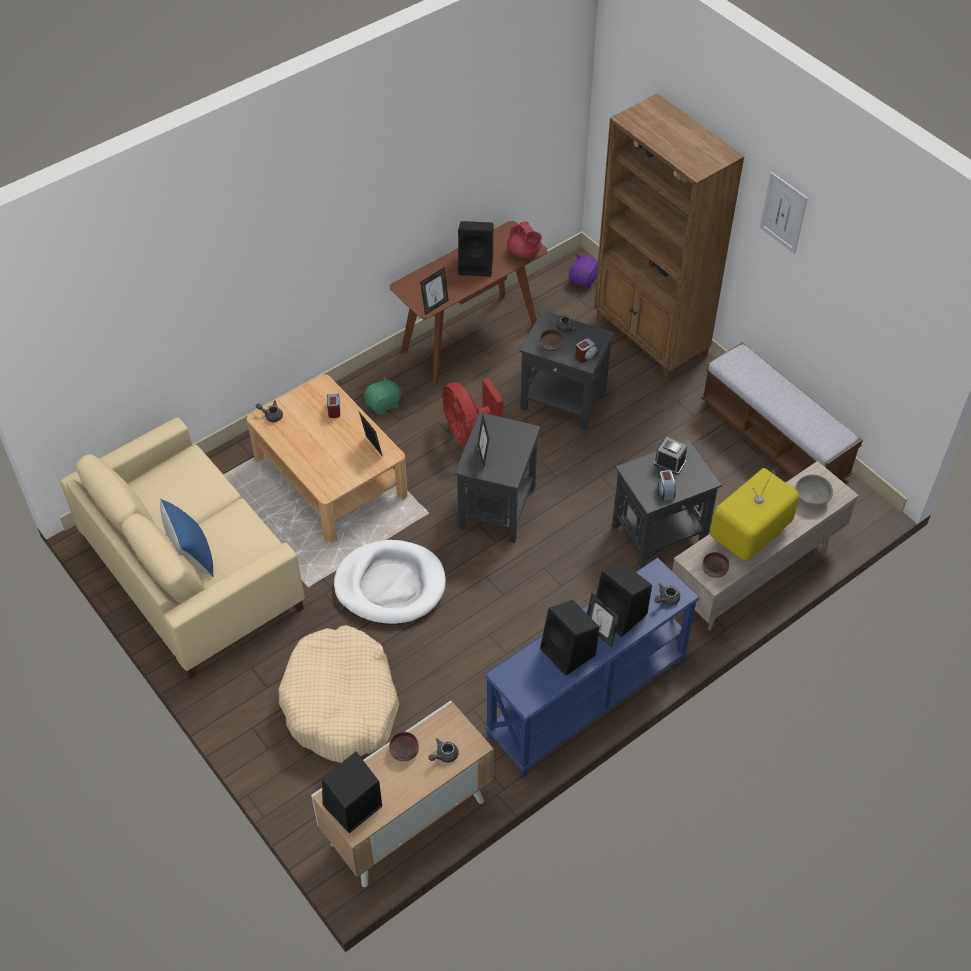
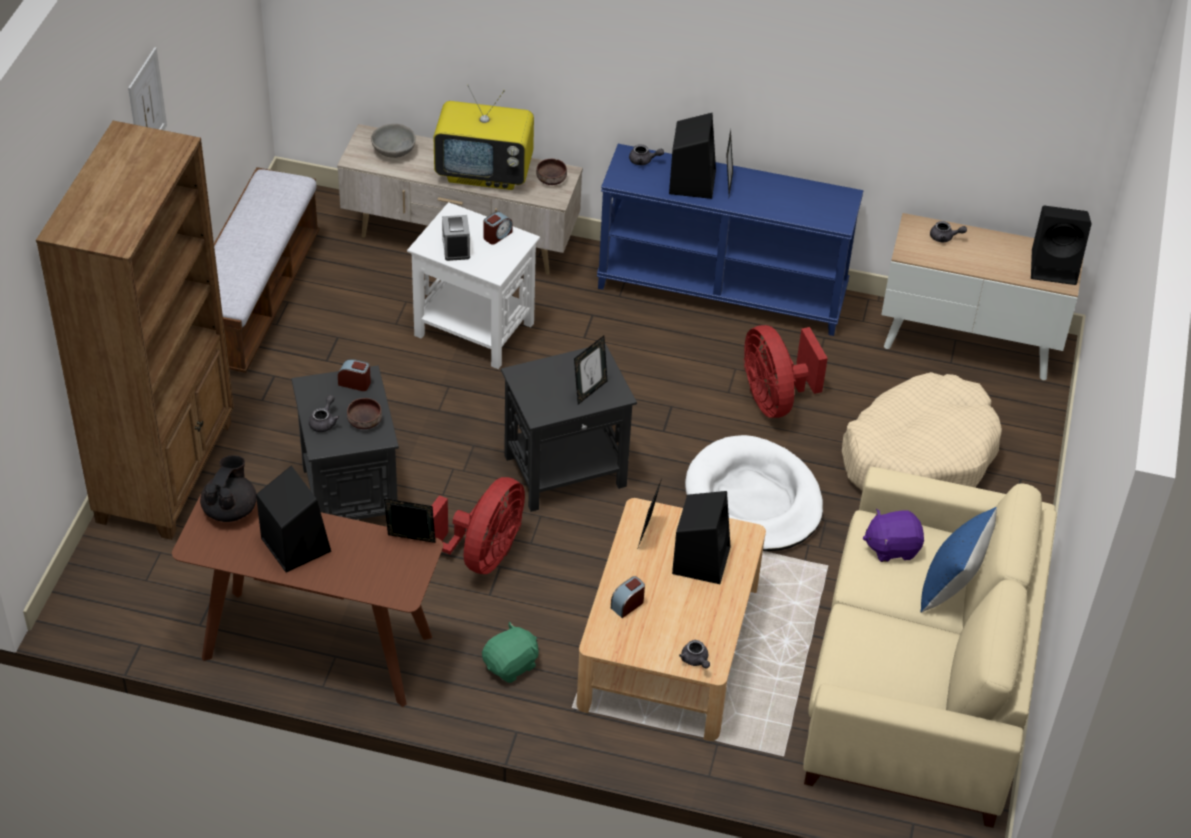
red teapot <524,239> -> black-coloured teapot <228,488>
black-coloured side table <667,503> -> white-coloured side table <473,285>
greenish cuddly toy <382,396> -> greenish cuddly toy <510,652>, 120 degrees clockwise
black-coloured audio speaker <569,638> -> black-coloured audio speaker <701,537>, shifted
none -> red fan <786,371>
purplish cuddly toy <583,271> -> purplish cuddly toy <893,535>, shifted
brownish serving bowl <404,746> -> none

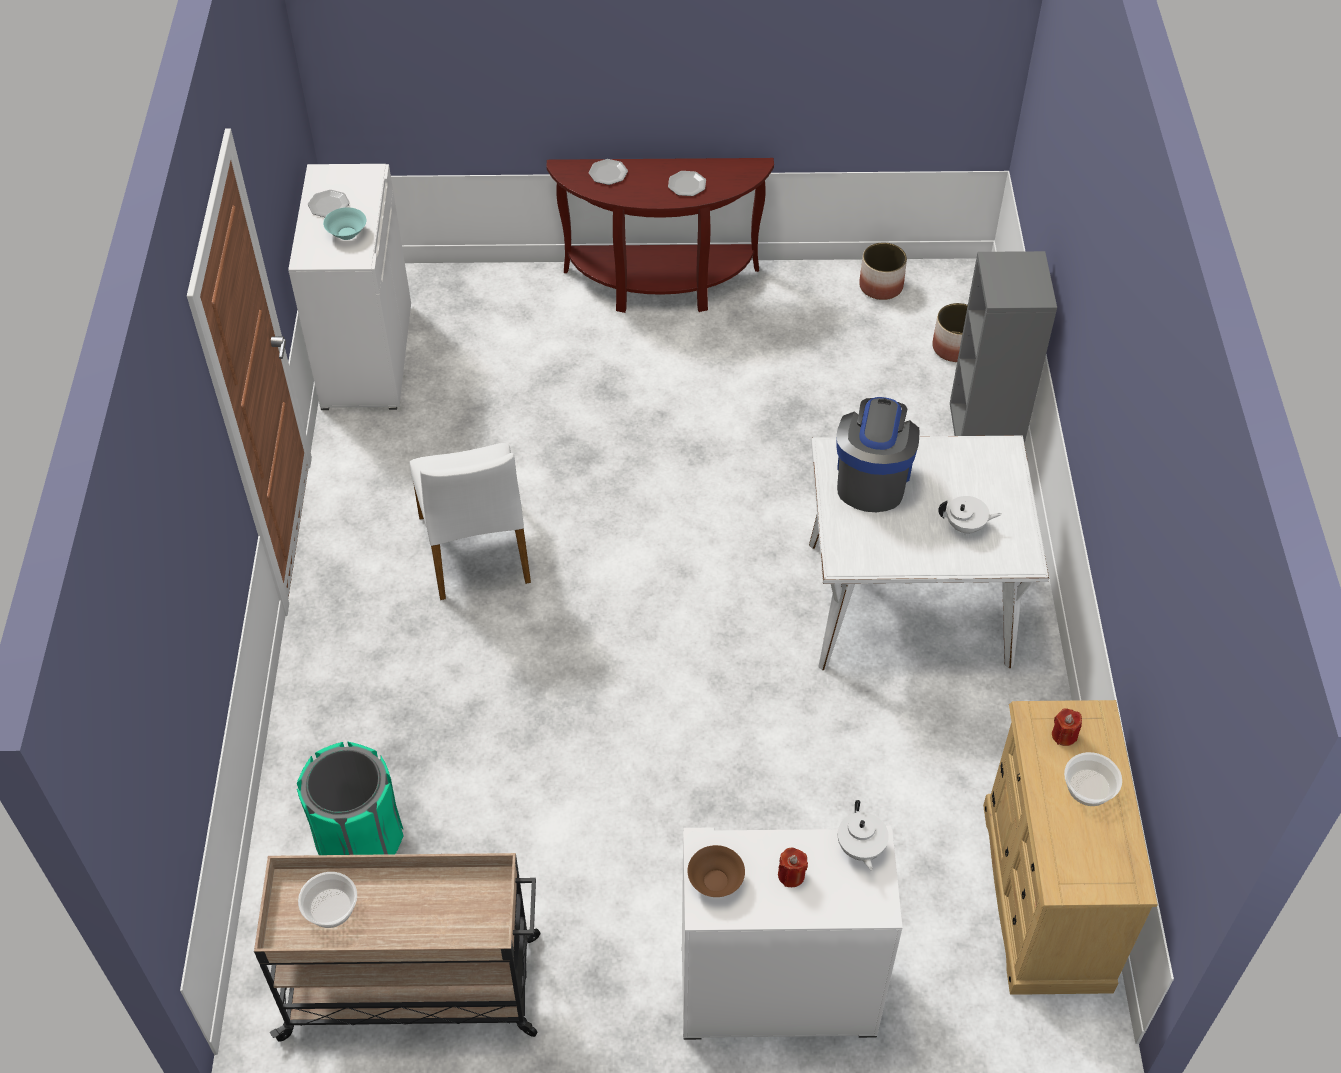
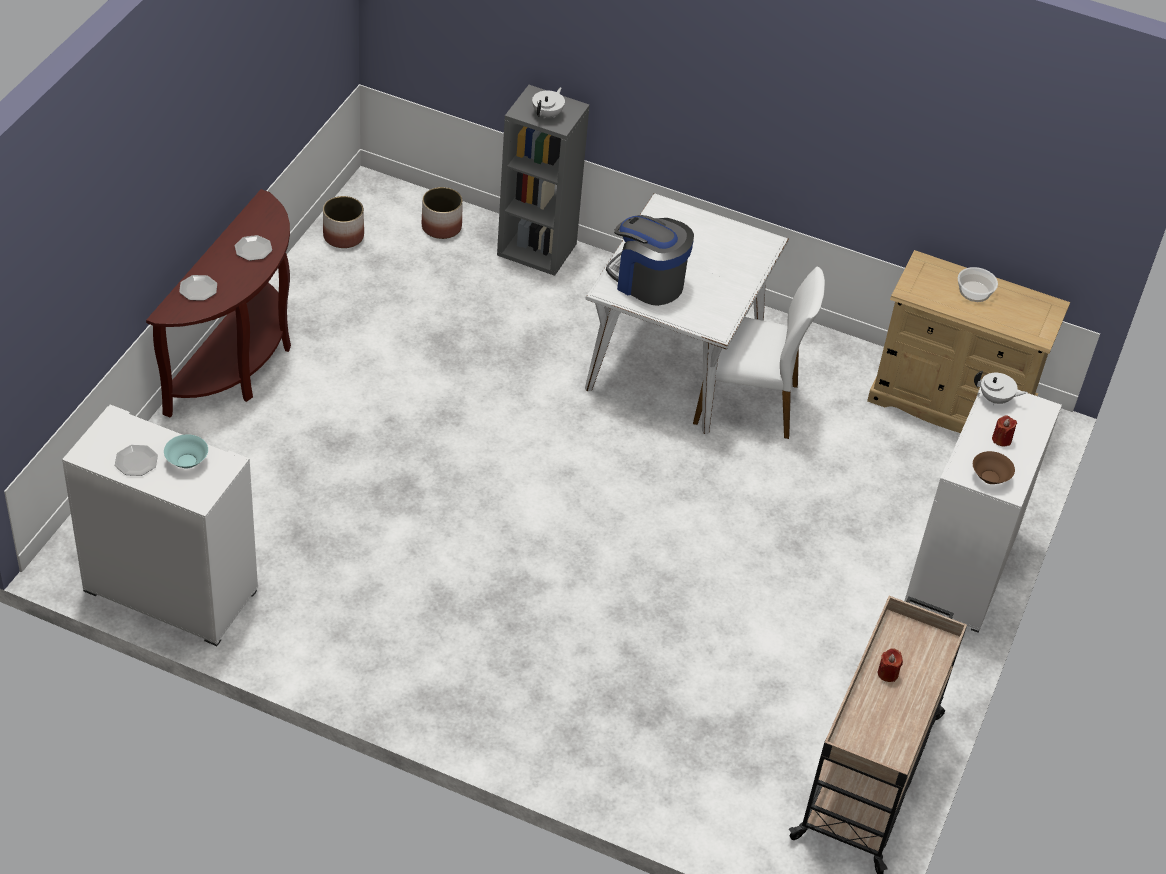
white-coloured teapot <970,515> -> white-coloured teapot <548,102>, shifted
white-coloured chair <470,521> -> white-coloured chair <759,353>, shifted
red wax candle <1067,727> -> red wax candle <890,665>, shifted
greenish rubbish bin <350,798> -> none
serving bowl <327,900> -> none

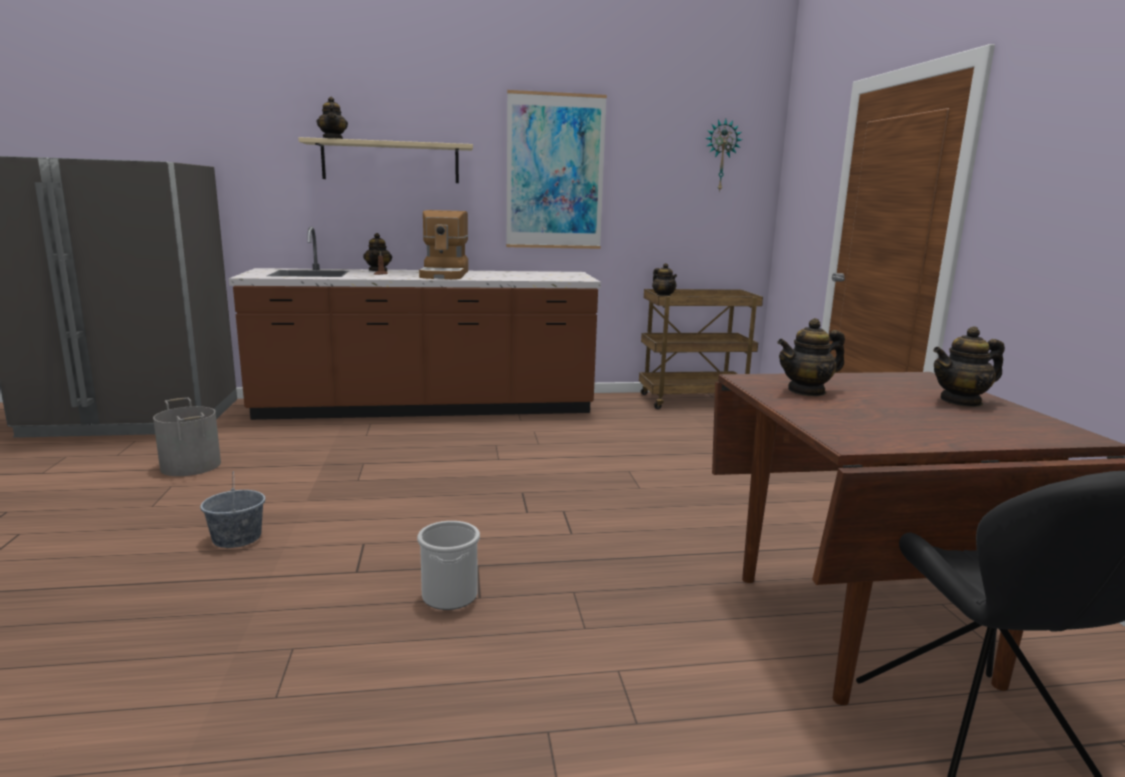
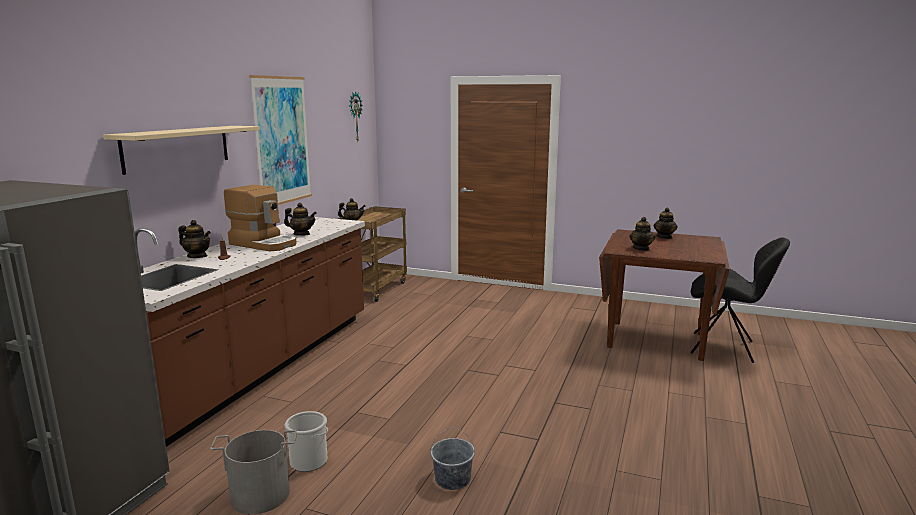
teapot <332,118> -> teapot <300,219>, shifted
water bucket <448,565> -> water bucket <306,441>, shifted

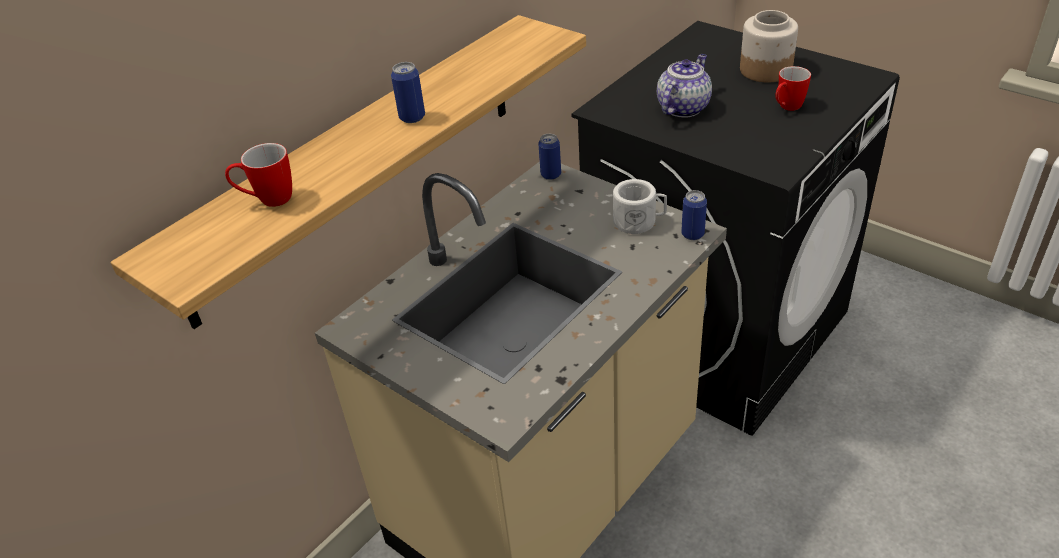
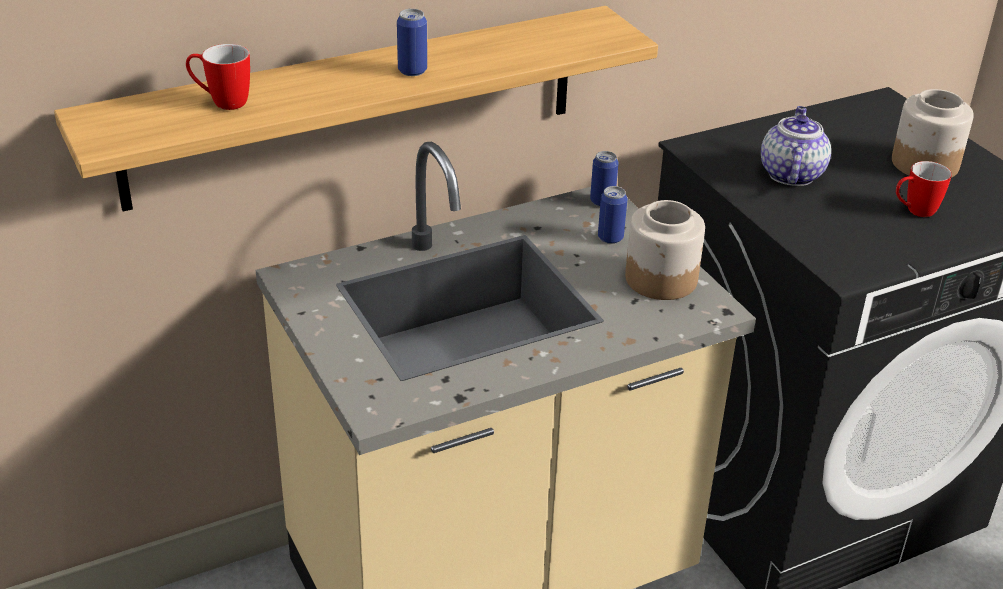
metal can <694,215> -> metal can <612,215>, shifted
white-coloured tea mug <640,206> -> preserve jar <665,250>
teapot <684,86> -> teapot <796,146>, 45 degrees counterclockwise

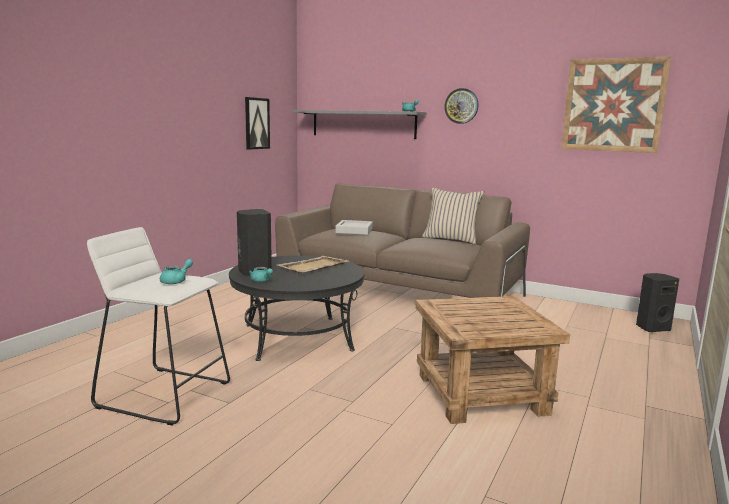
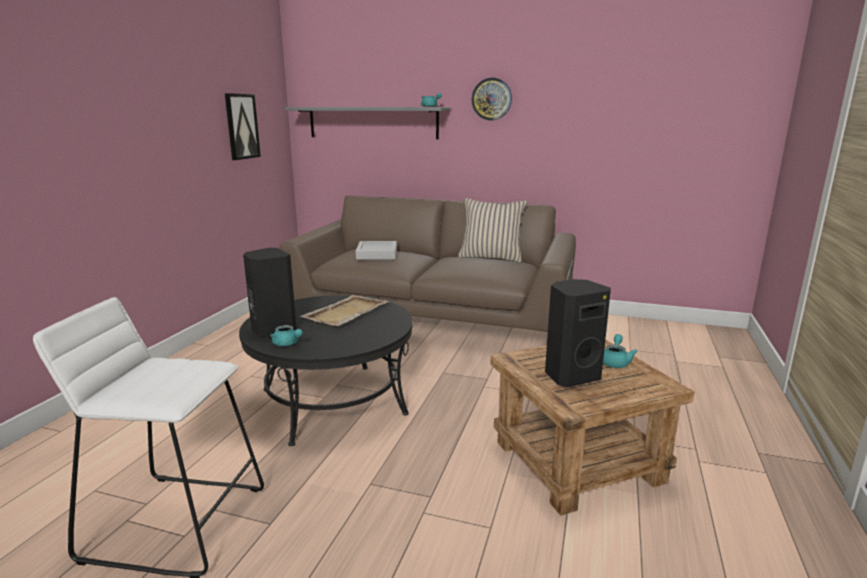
black-coloured audio speaker <657,302> -> black-coloured audio speaker <578,333>, shifted
turquoise-coloured teapot <176,271> -> turquoise-coloured teapot <620,351>, shifted
picture <616,105> -> none

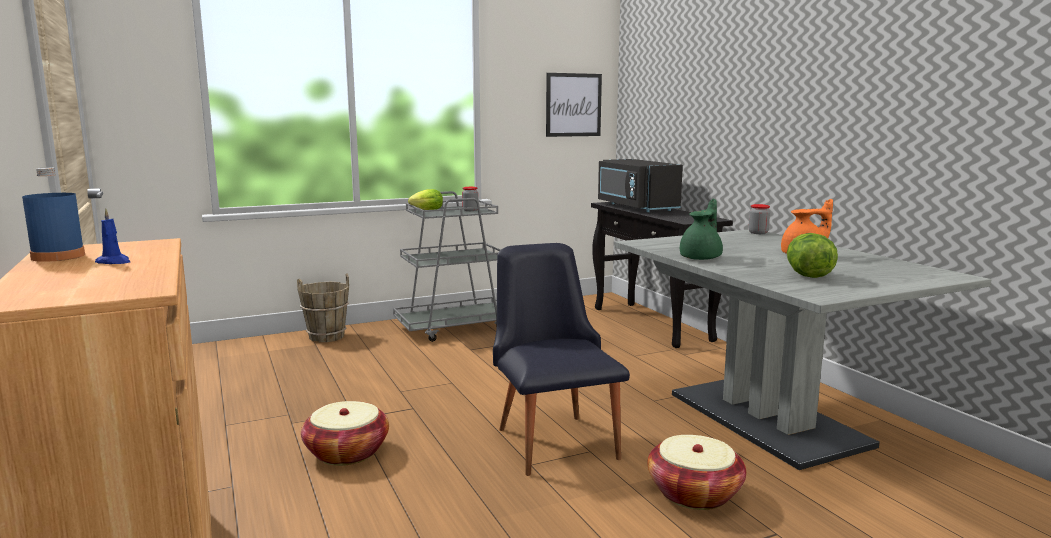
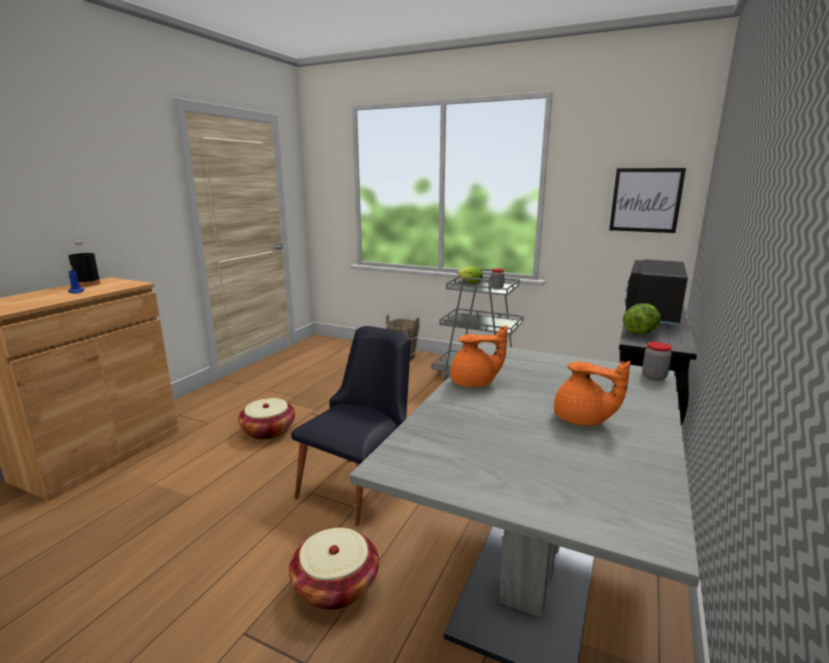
bluish bottle <53,215> -> black-coloured bottle <84,264>
greenish teapot <701,229> -> orangey teapot <479,356>
lettuce head <812,255> -> lettuce head <642,319>, shifted

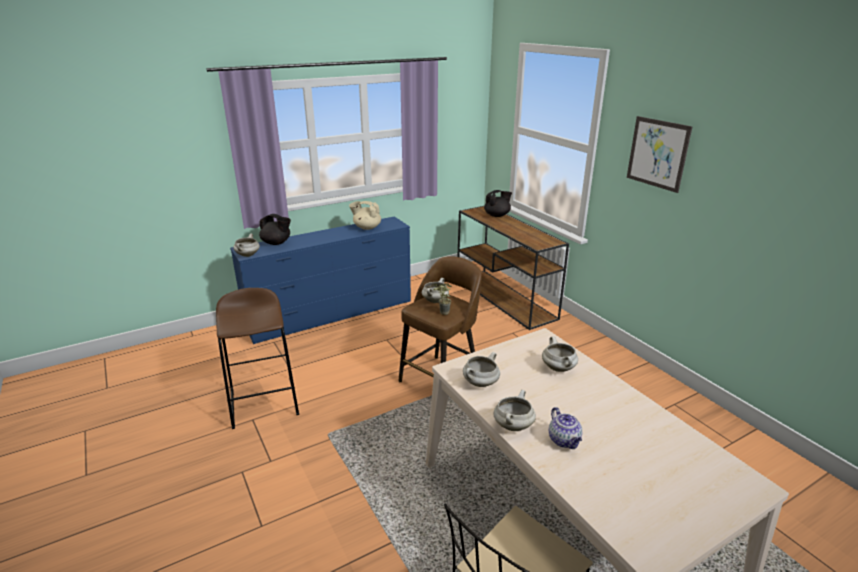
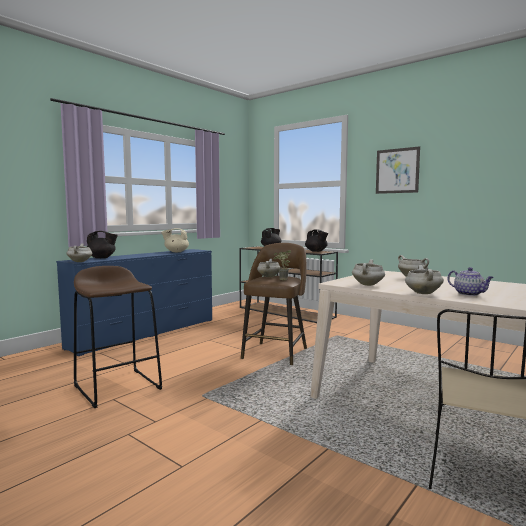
none -> black-coloured teapot <316,241>

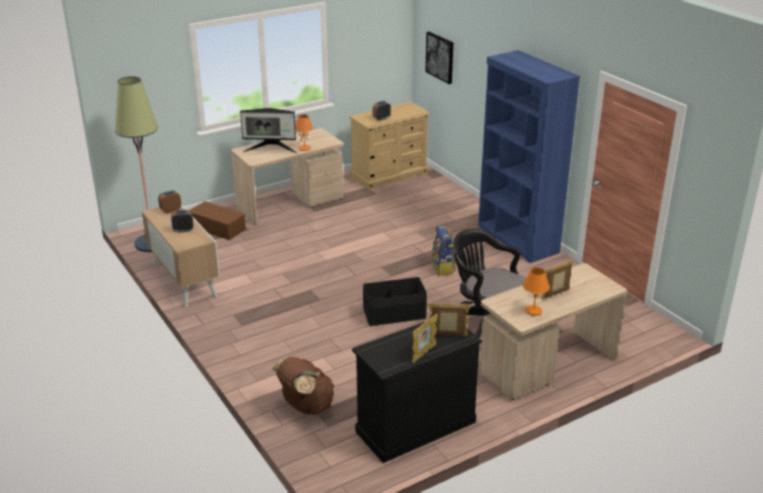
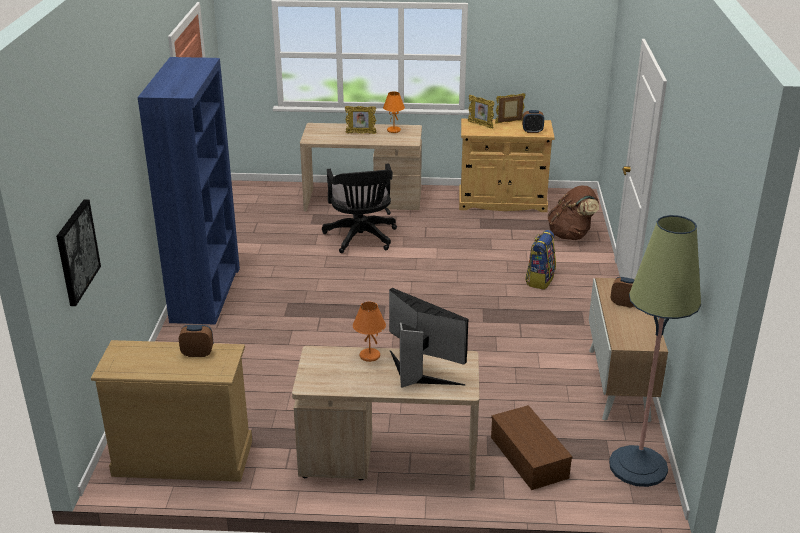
black-coloured cabinet <417,392> -> beige-coloured cabinet <507,165>
table clock <169,201> -> table clock <533,121>, shifted
knapsack <443,250> -> knapsack <540,260>, shifted
black-coloured storage bin <395,301> -> none

